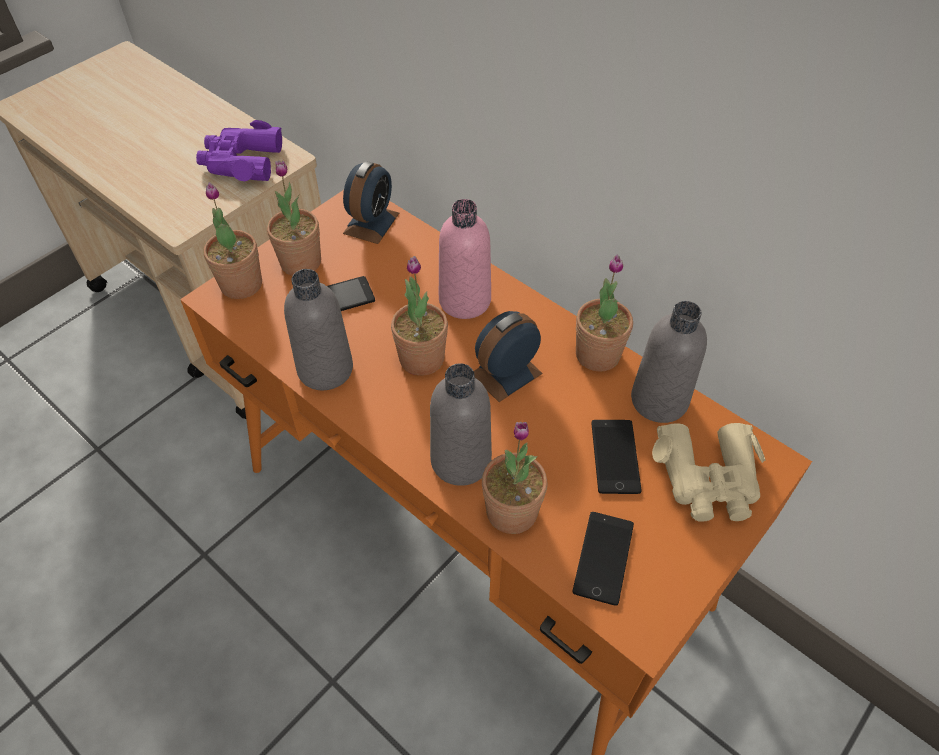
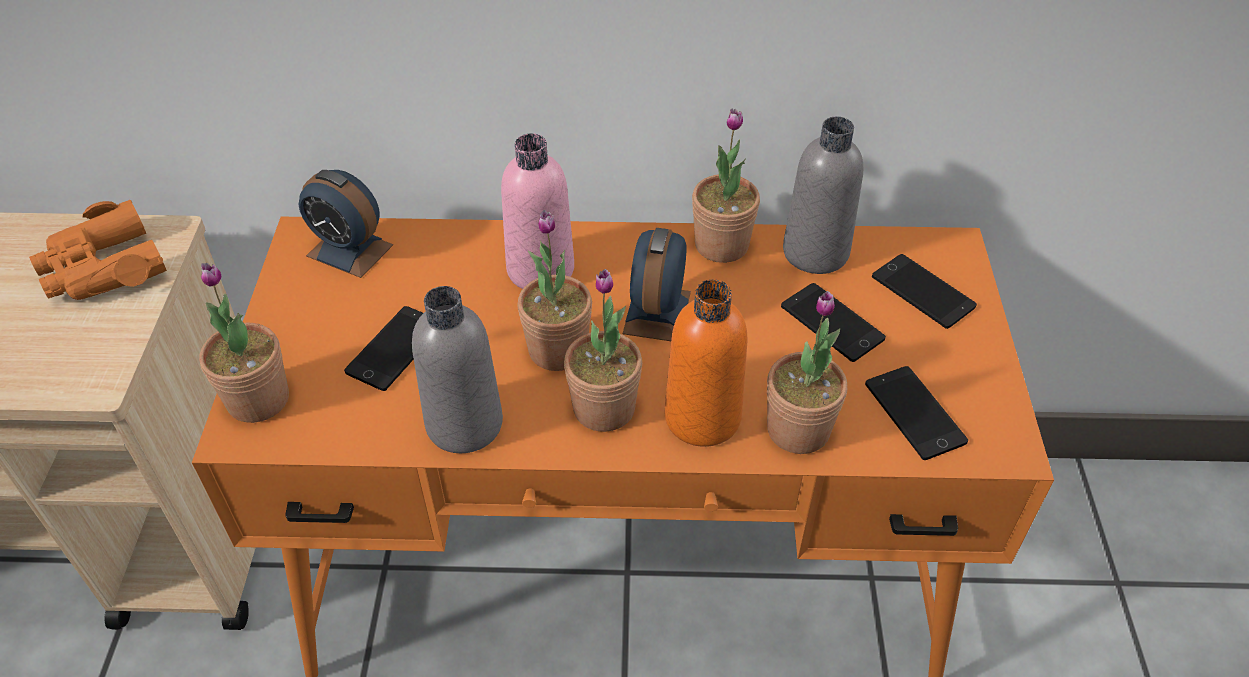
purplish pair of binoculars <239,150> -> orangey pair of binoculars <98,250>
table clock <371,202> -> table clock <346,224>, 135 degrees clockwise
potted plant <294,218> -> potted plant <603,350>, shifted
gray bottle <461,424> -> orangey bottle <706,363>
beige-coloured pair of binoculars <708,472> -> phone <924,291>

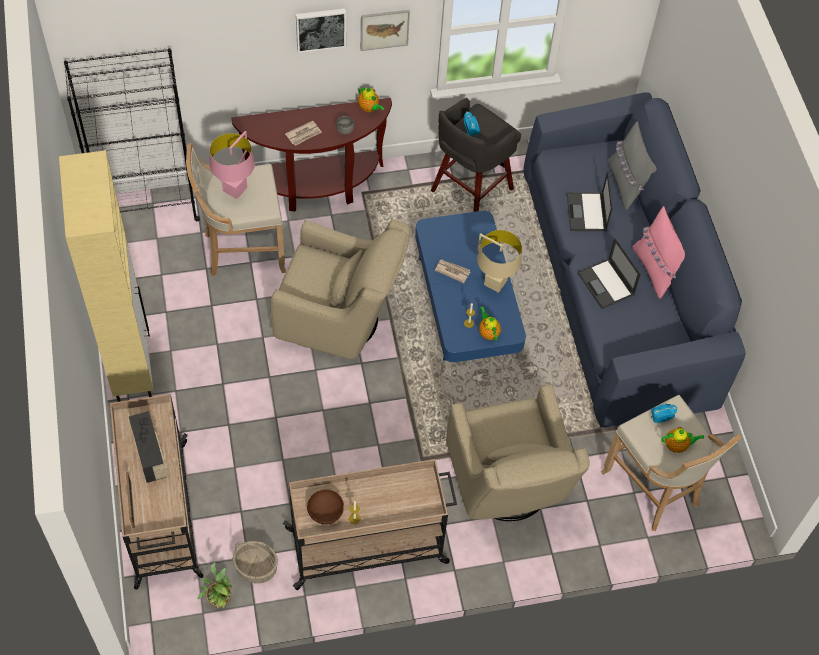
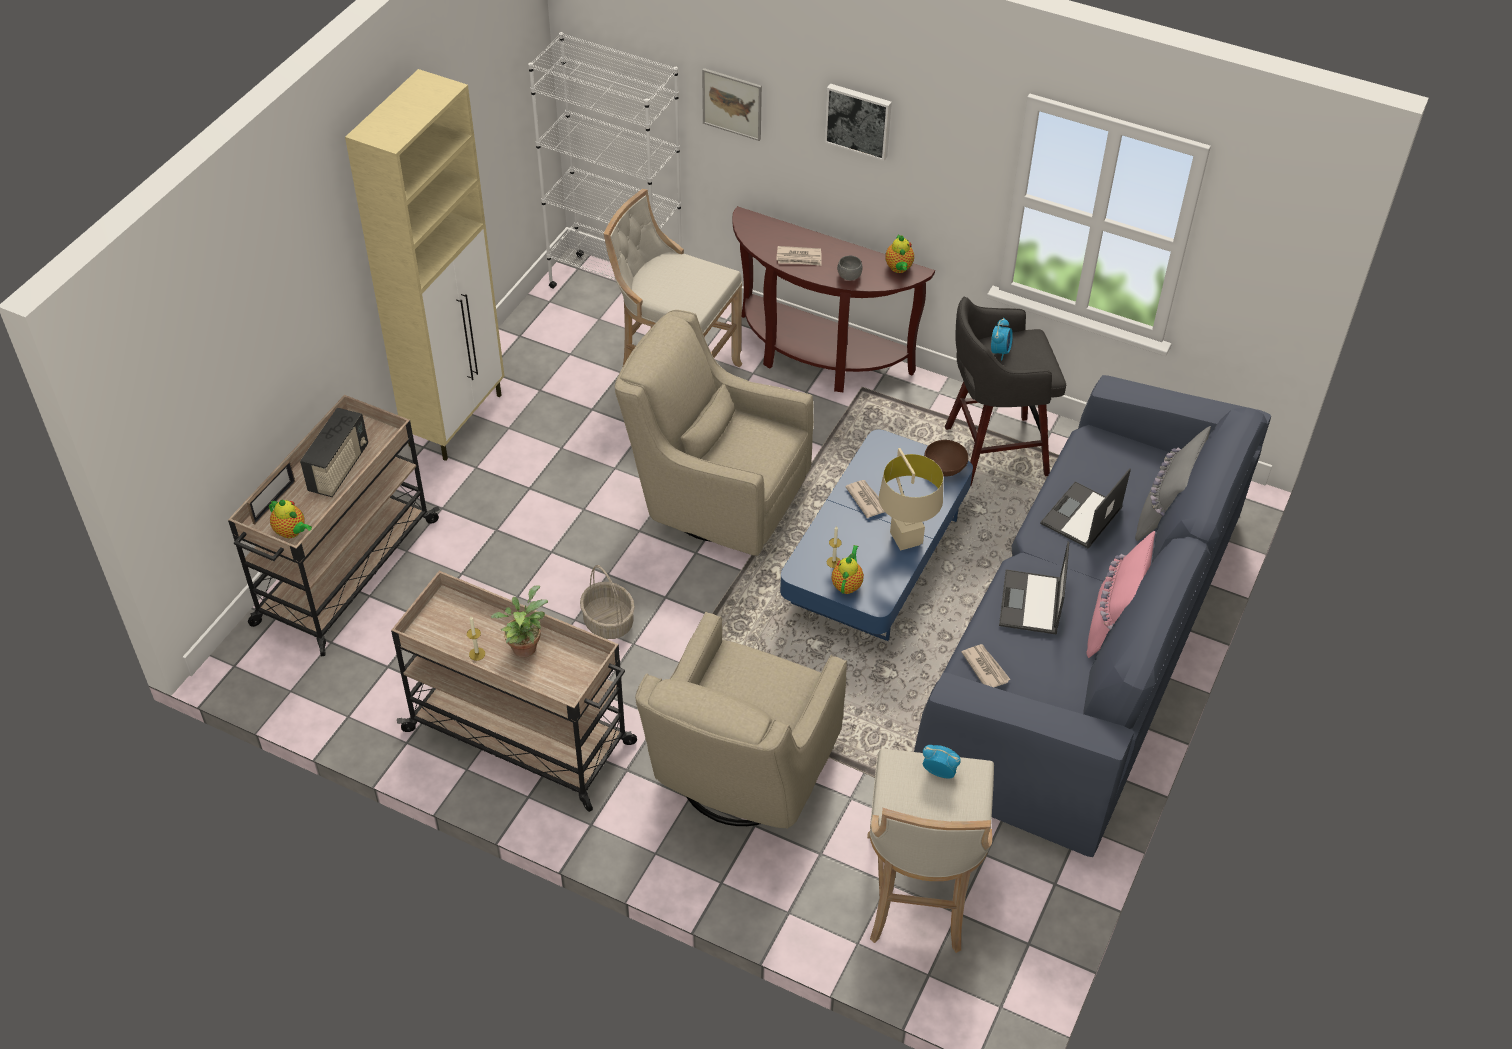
teapot <683,440> -> teapot <290,519>, shifted
potted plant <215,585> -> potted plant <519,621>, shifted
black-coloured shelving unit <132,134> -> white-coloured shelving unit <605,160>
storage basket <255,562> -> storage basket <607,602>, shifted
beige-coloured lounge chair <340,289> -> beige-coloured lounge chair <714,433>, 150 degrees clockwise
picture <385,30> -> picture <732,104>, shifted
brownish serving bowl <325,506> -> brownish serving bowl <946,458>, shifted
none -> daily paper <986,665>
pinkish lamp for a table <232,165> -> none

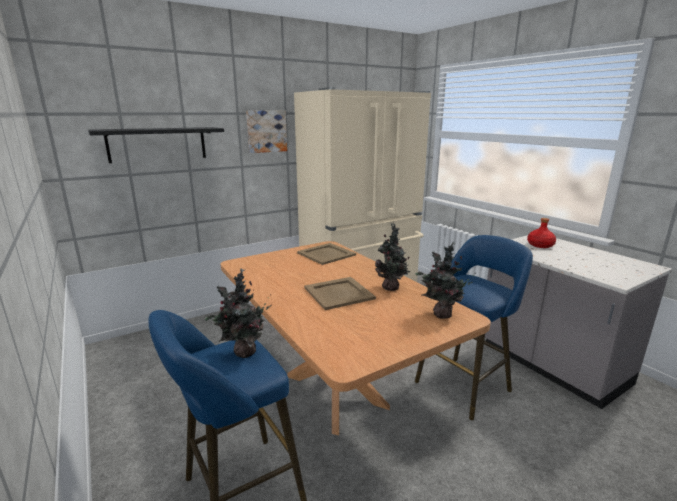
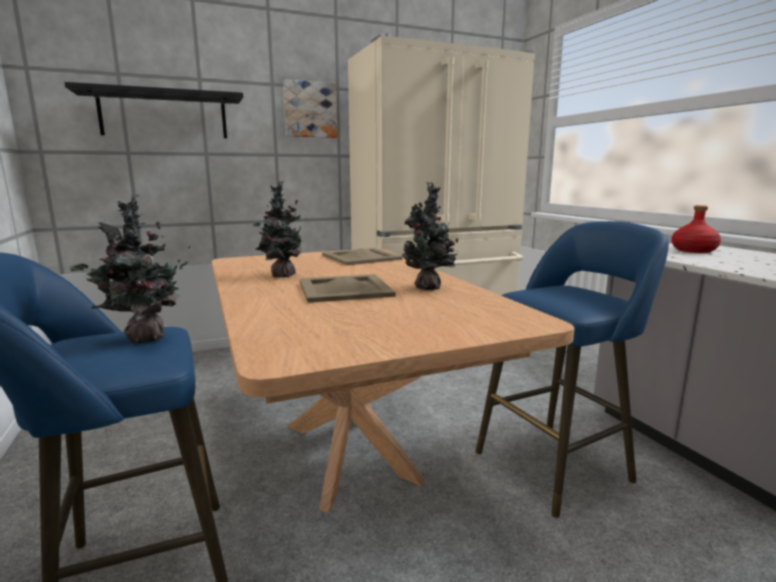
potted plant <445,280> -> potted plant <280,229>, shifted

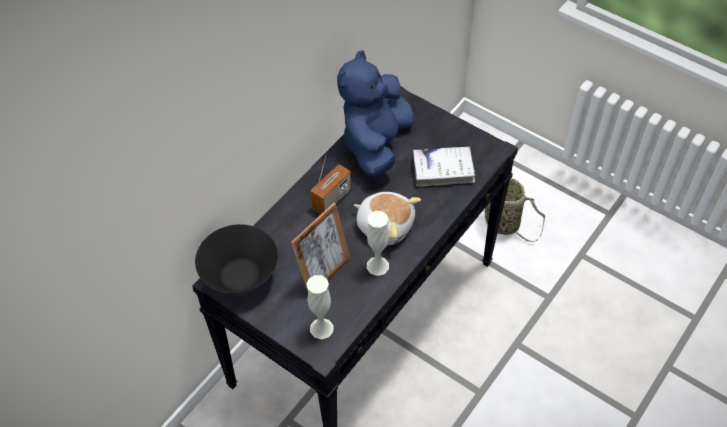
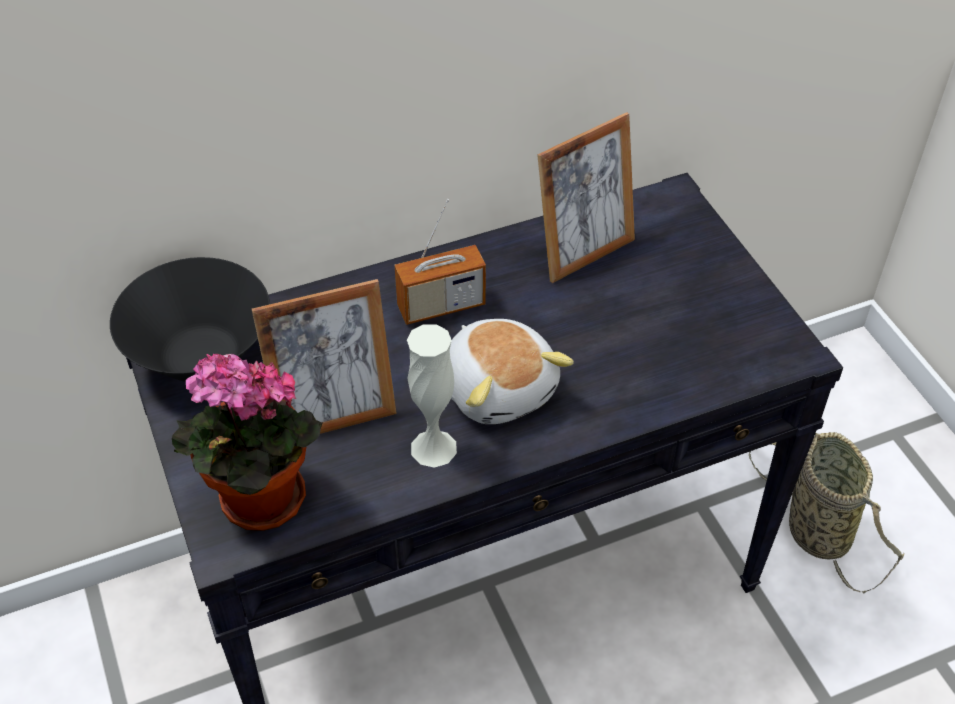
white-coloured flower vase <320,307> -> potted plant <246,442>
bluish cuddly toy <376,113> -> photo frame <586,197>
white-coloured bound book <444,167> -> none

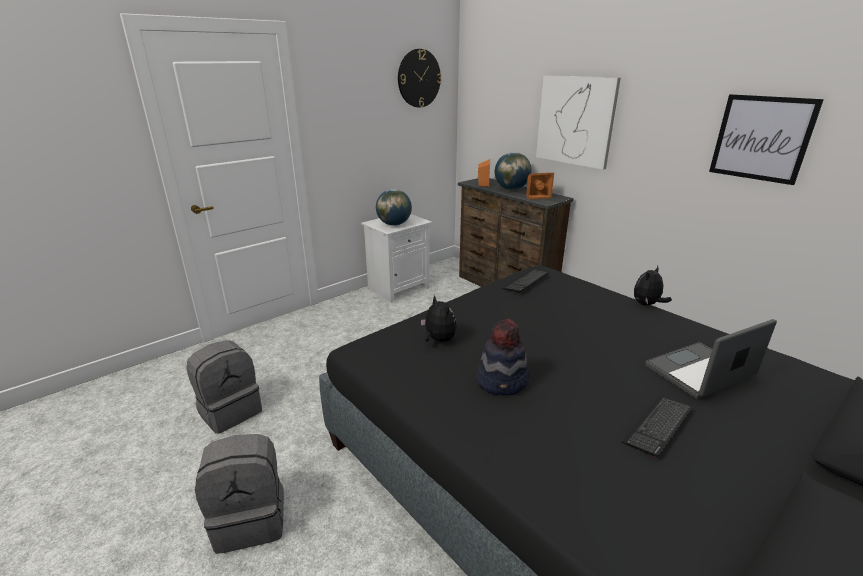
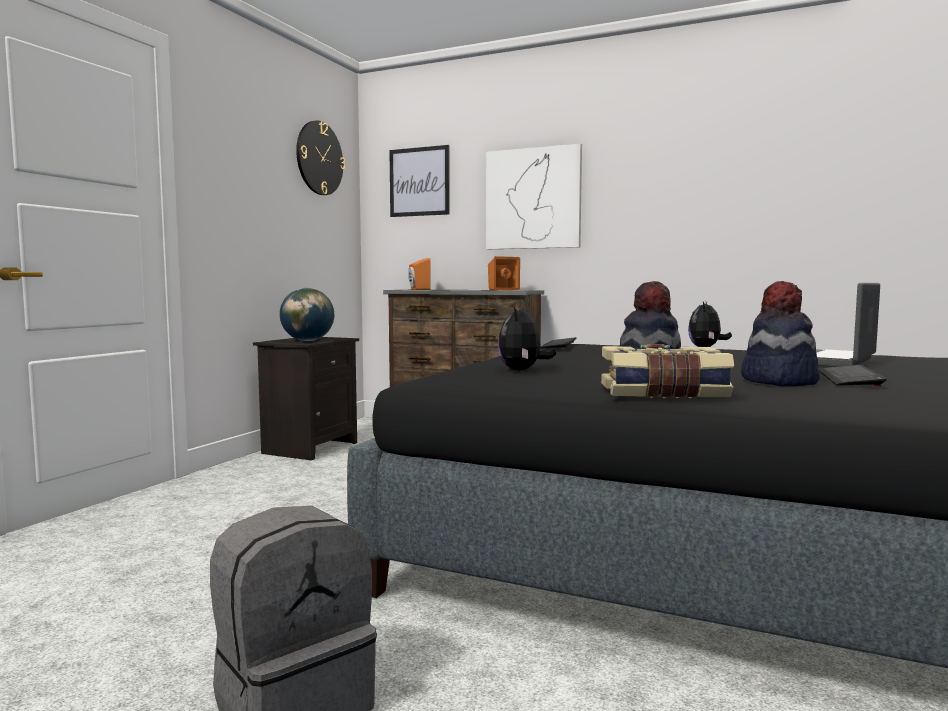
white-coloured night table <396,258> -> black-coloured night table <306,398>
picture <766,139> -> picture <419,181>, shifted
cuddly toy <439,318> -> cuddly toy <527,338>, 105 degrees counterclockwise
none -> bound book <667,371>
none -> hat <780,333>
gray knapsack <224,387> -> none
desk globe <513,171> -> none

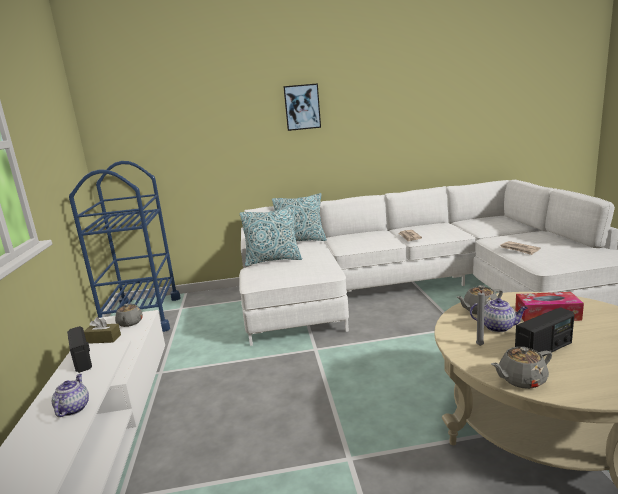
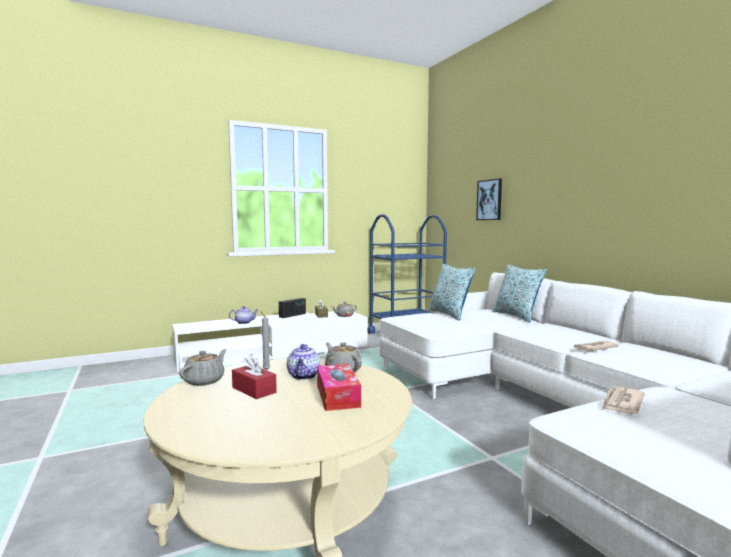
gray teapot <521,368> -> gray teapot <203,367>, 60 degrees clockwise
radio set <544,331> -> red tissue box <254,376>
picture <302,107> -> picture <489,199>, shifted

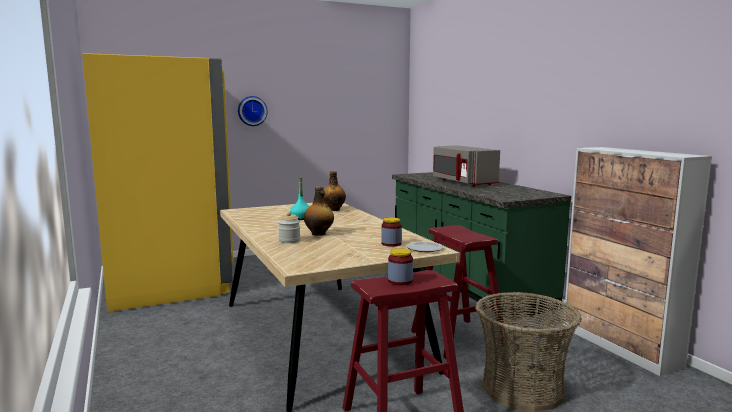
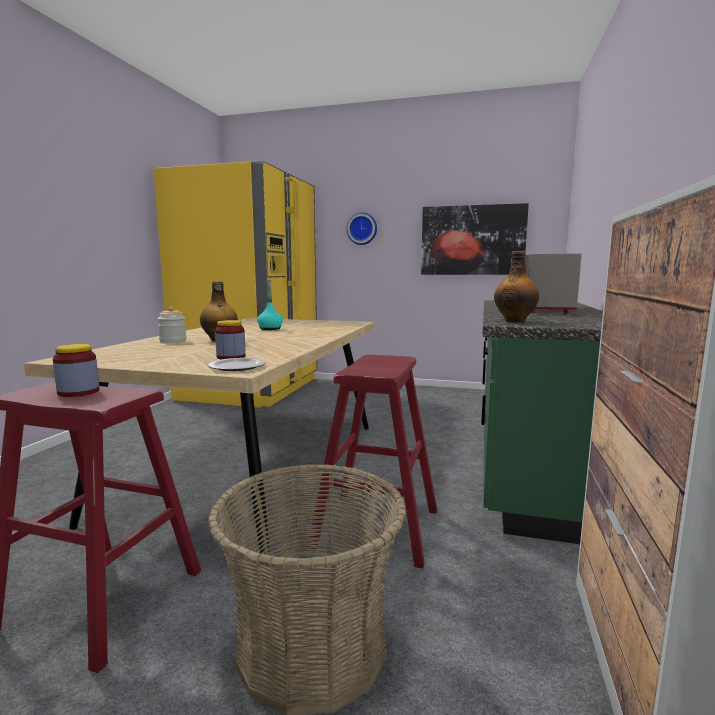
none -> picture <475,239>
bottle <335,191> -> bottle <516,286>, shifted

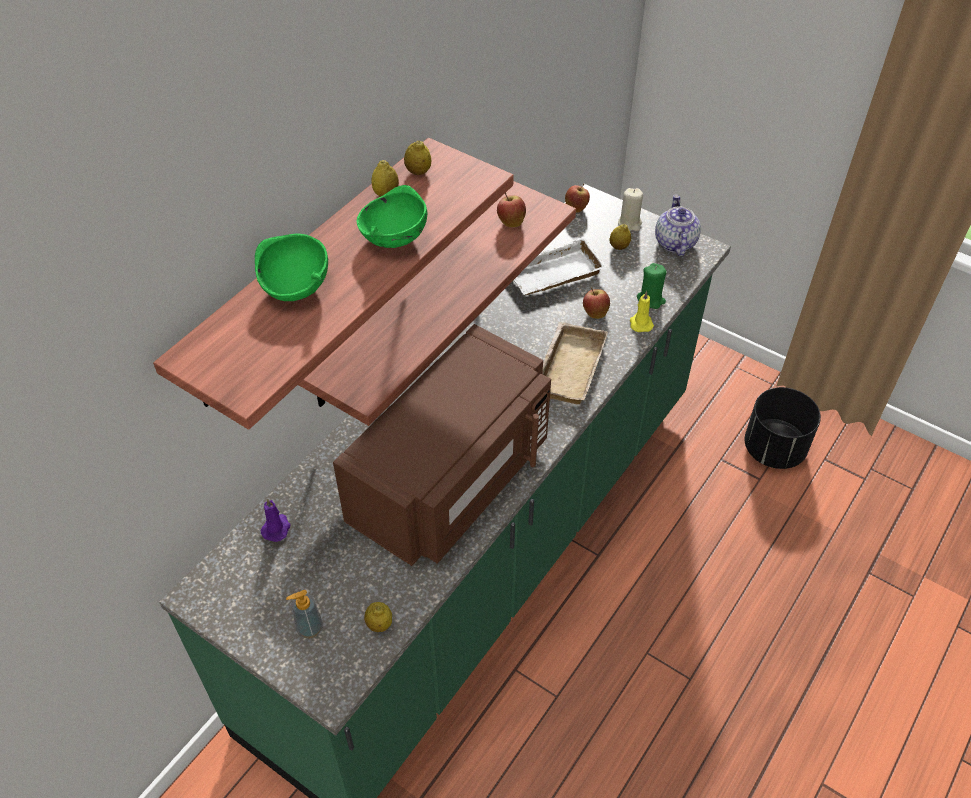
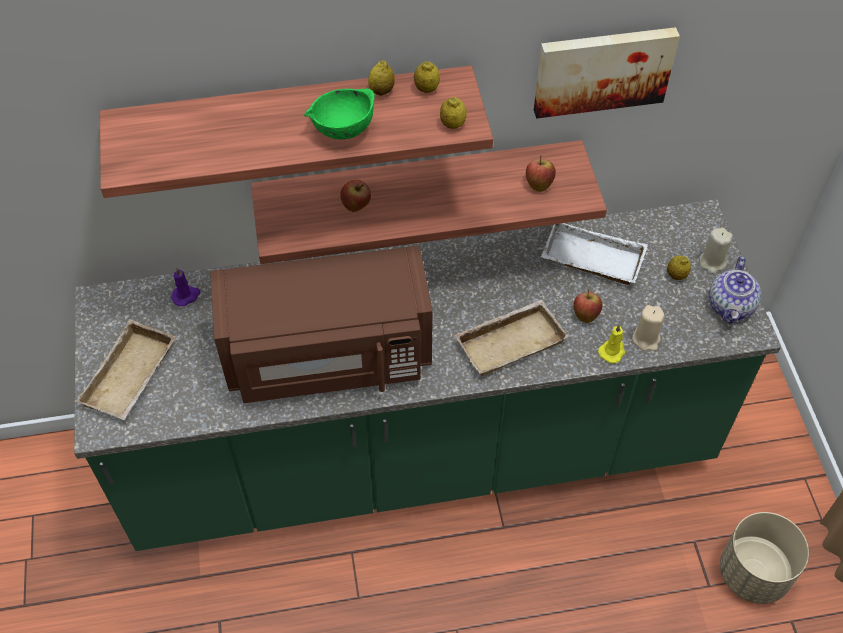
soap bottle <304,614> -> beige-coloured tray <126,369>
apple fruit <577,198> -> apple fruit <355,196>, shifted
citrus fruit <378,617> -> citrus fruit <453,113>, shifted
none -> picture <607,72>
greenish wax candle <652,286> -> beige-coloured wax candle <648,328>
teapot <678,225> -> teapot <735,290>, 150 degrees clockwise
black-coloured flower pot <782,428> -> beige-coloured flower pot <764,558>
greenish serving bowl <291,267> -> none

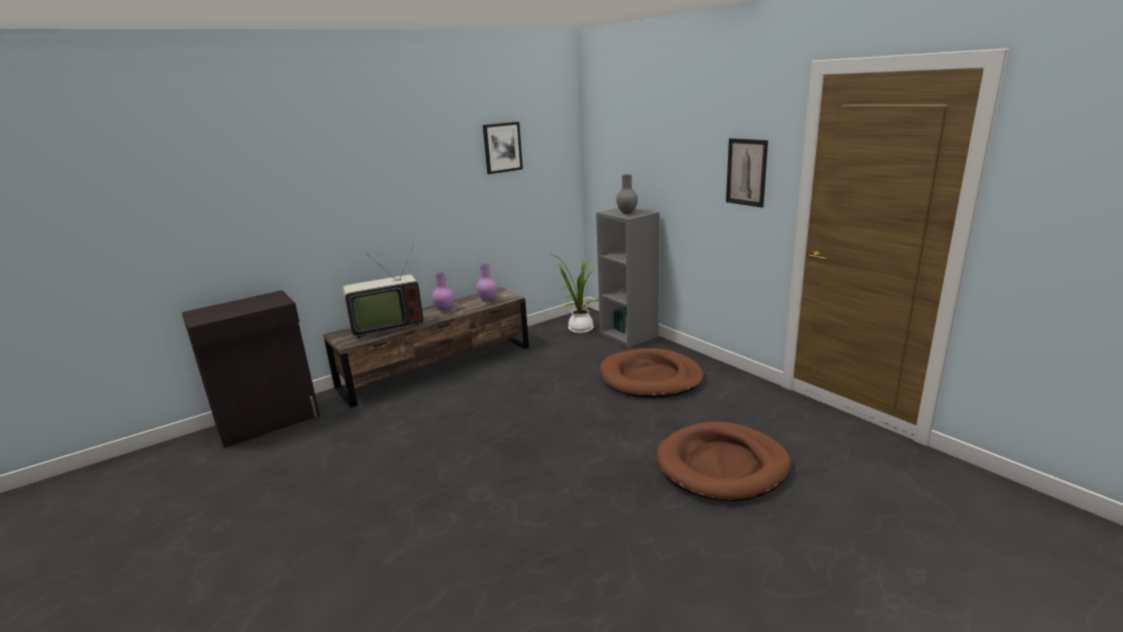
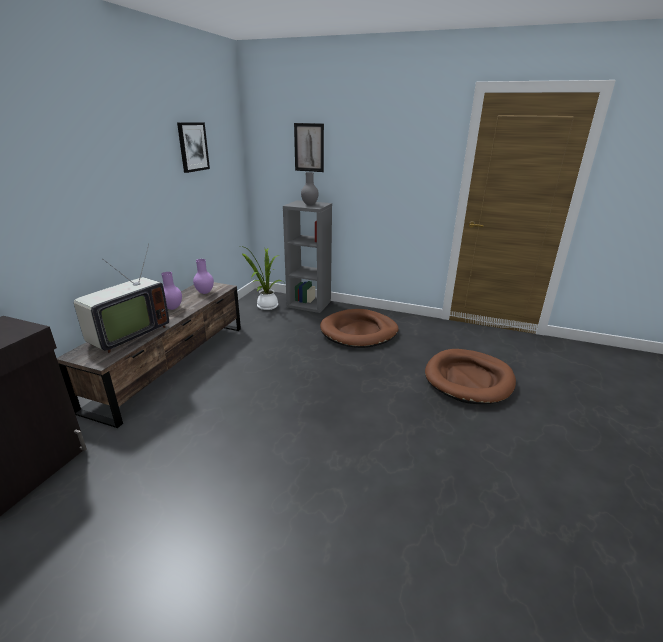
picture <747,173> -> picture <309,147>, shifted

